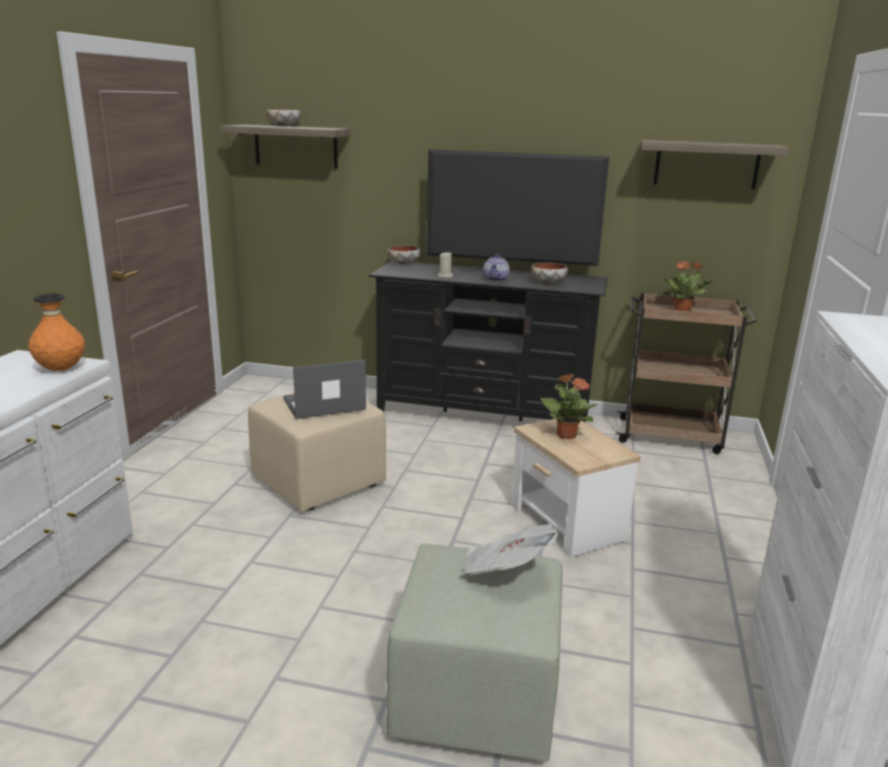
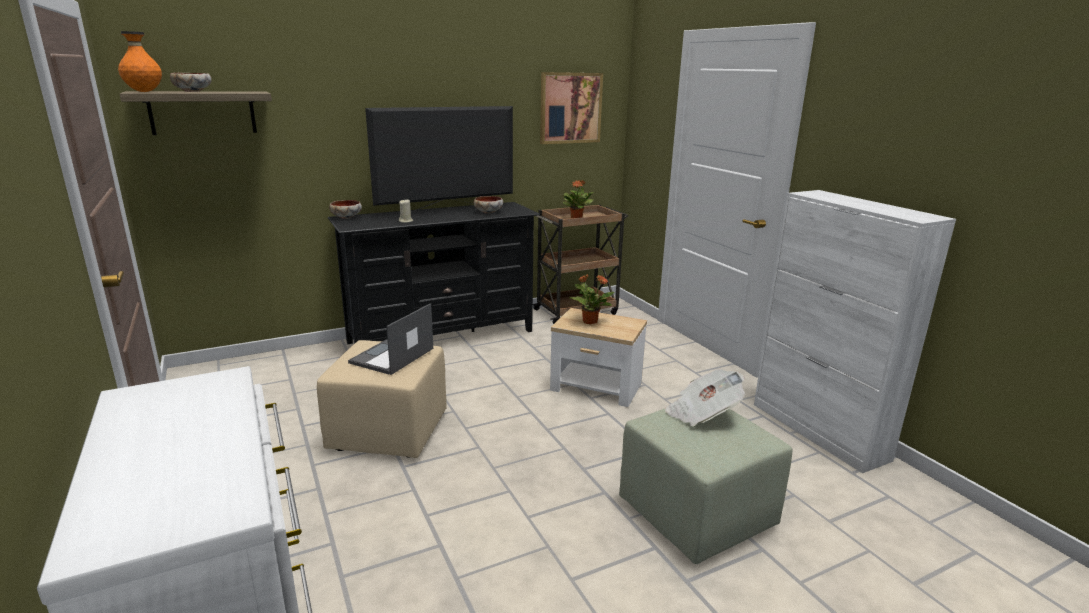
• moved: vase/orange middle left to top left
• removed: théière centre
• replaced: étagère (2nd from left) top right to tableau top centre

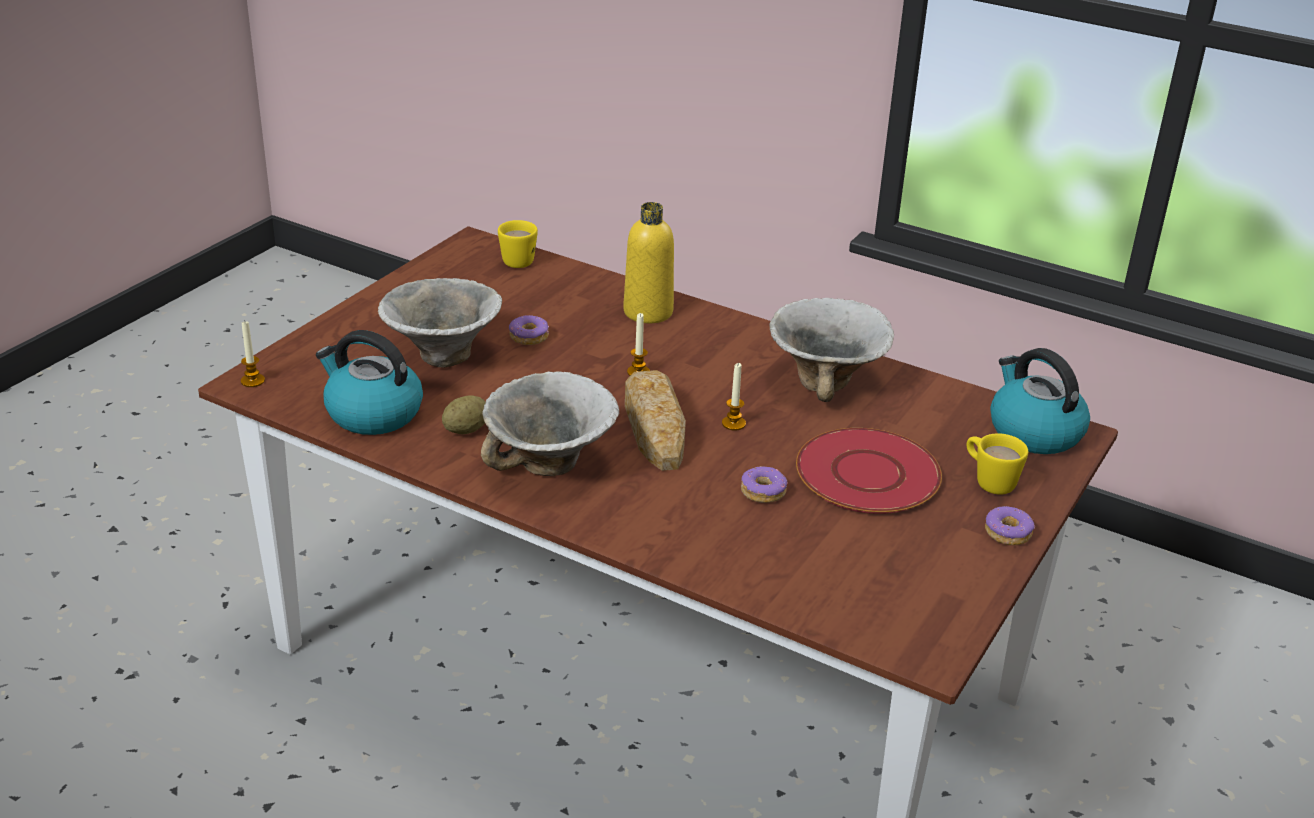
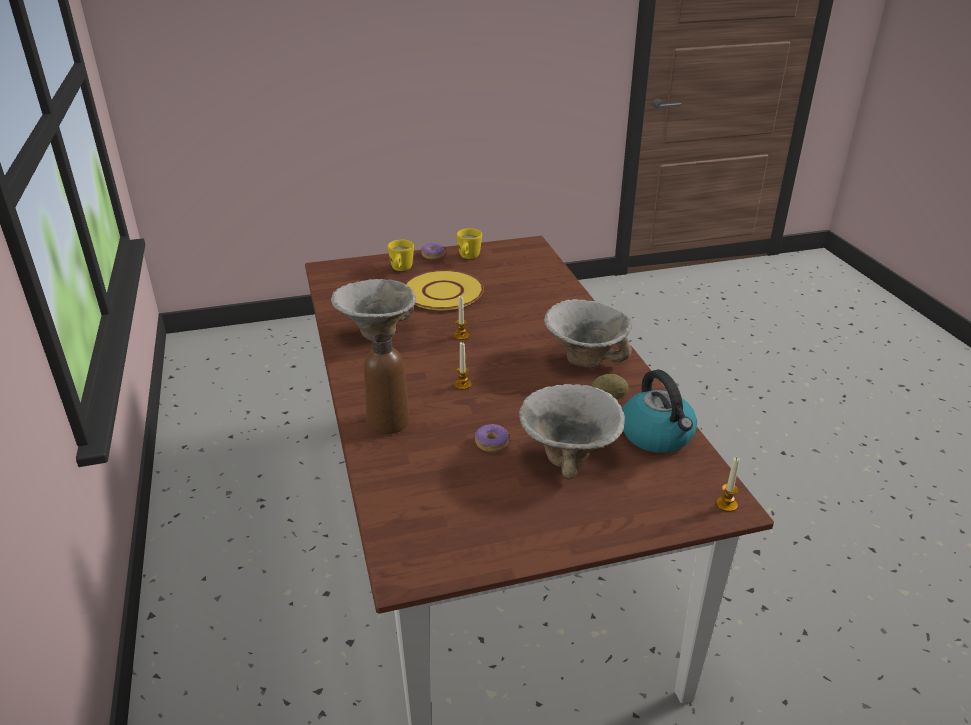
• moved: mug/jaune (1st from left in the first image) top centre to mug/jaune (2nd from left) centre
• recoloured: bouteille/jaune top centre to bouteille/marron centre
• removed: pain centre
• removed: beignet (2nd from left) centre
• recoloured: assiette/rouge centre to assiette/jaune centre
• removed: bouilloire (2nd from left) middle right

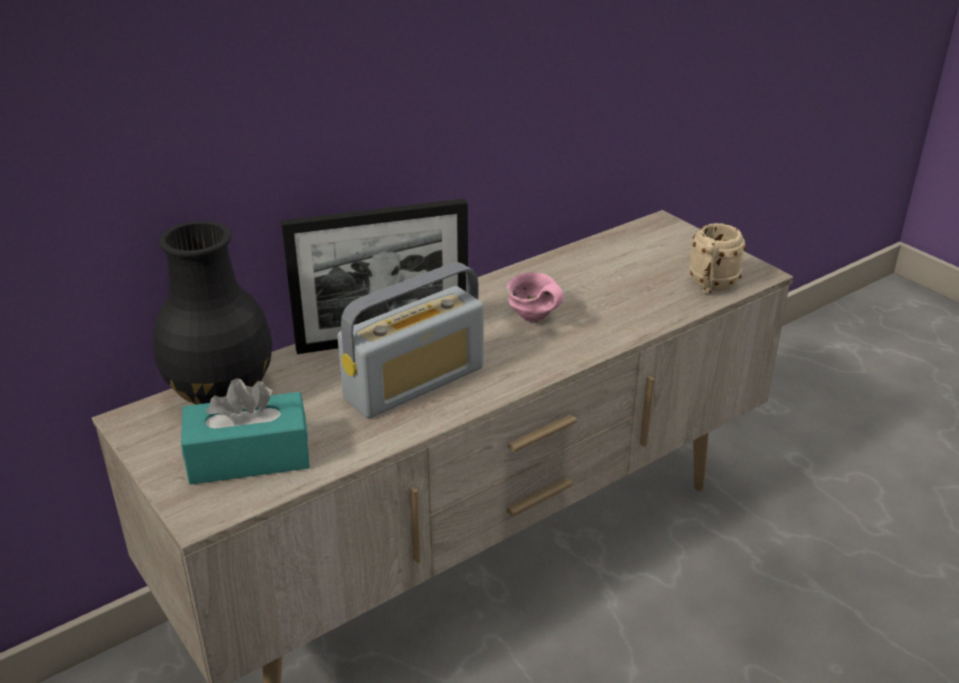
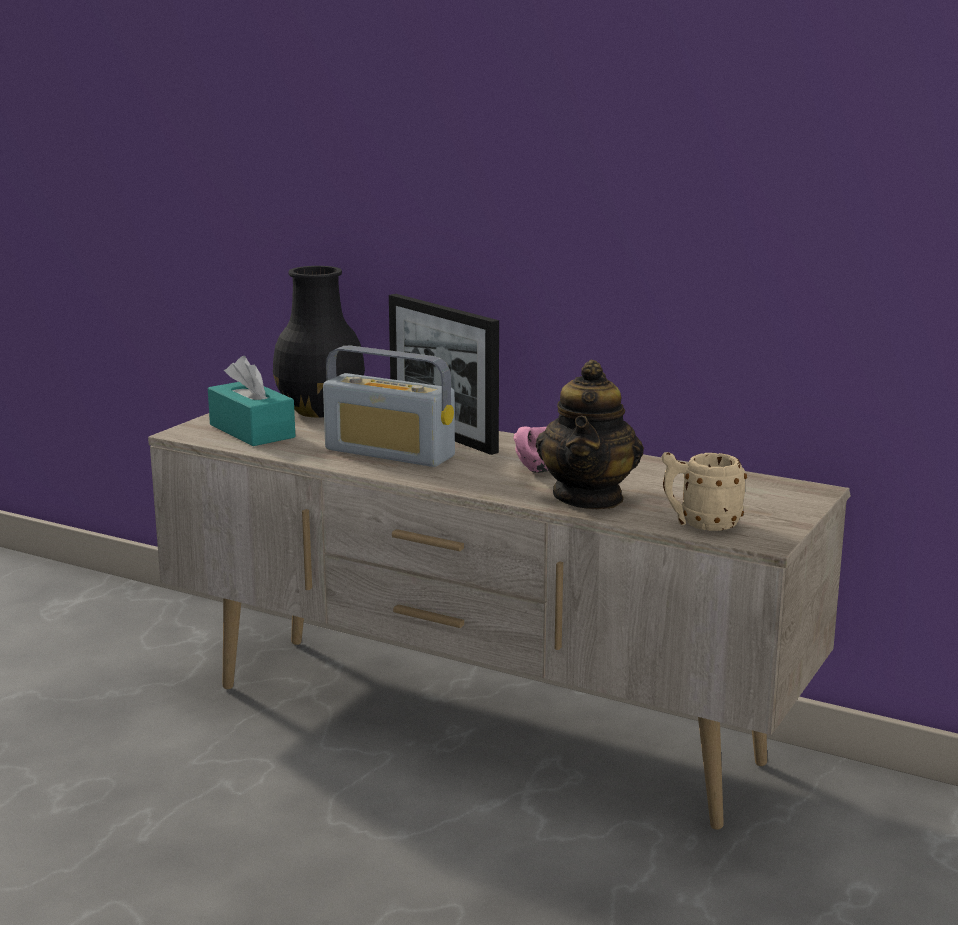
• added: théière centre

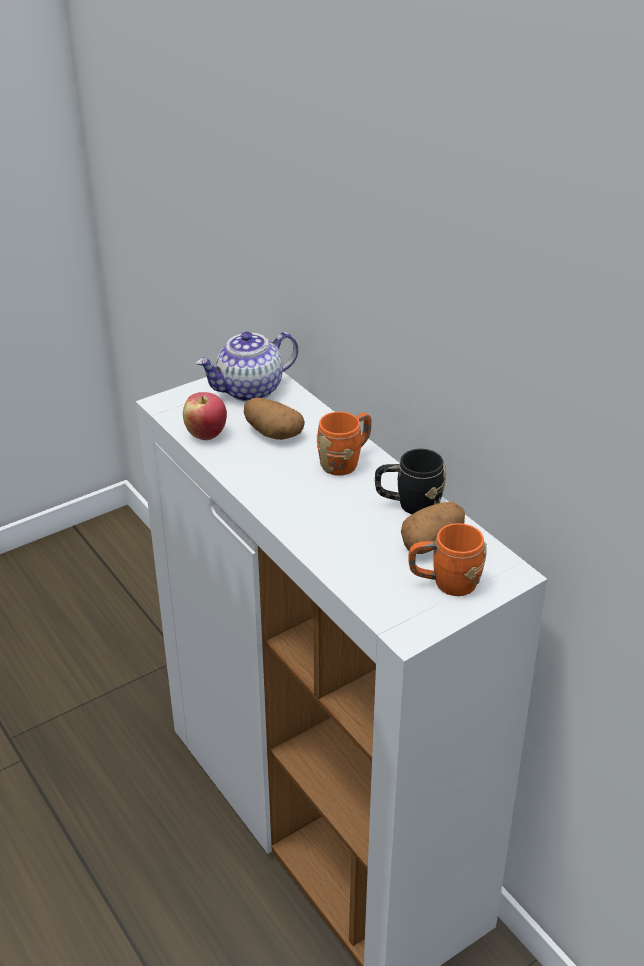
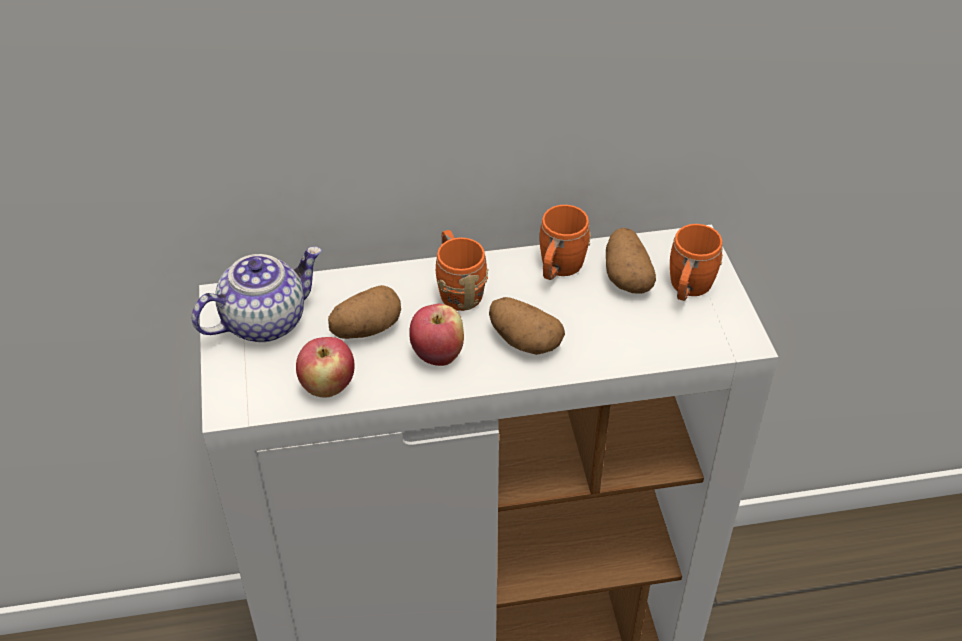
• turned: théière centre = middle left 120 degrees counterclockwise
• recoloured: mug/noir centre to mug/orange (2nd from left) centre
• added: pomme (2nd from left) centre
• added: pomme de terre (2nd from left) centre

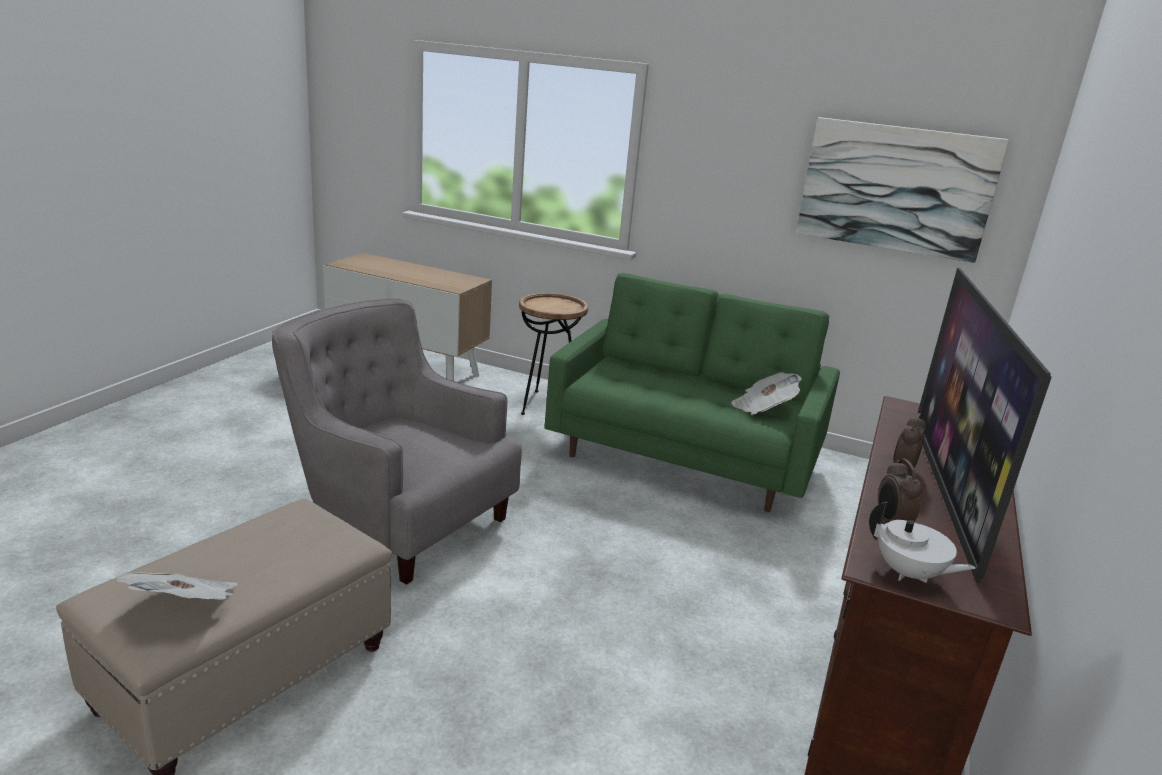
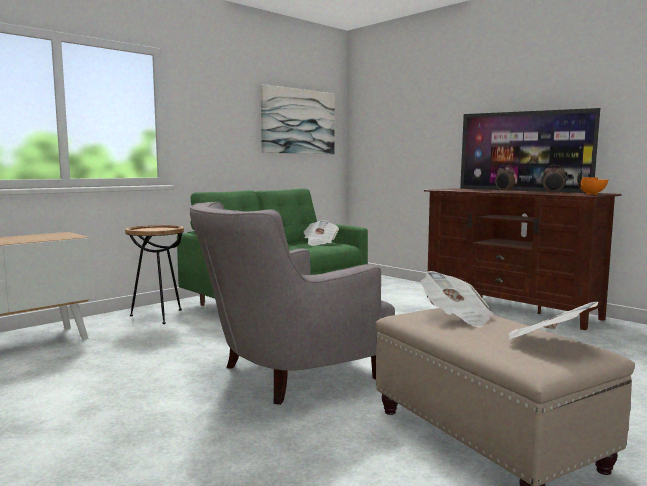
• recoloured: théière/blanc bottom right to théière/orange middle right
• added: journal (2nd from left) middle right

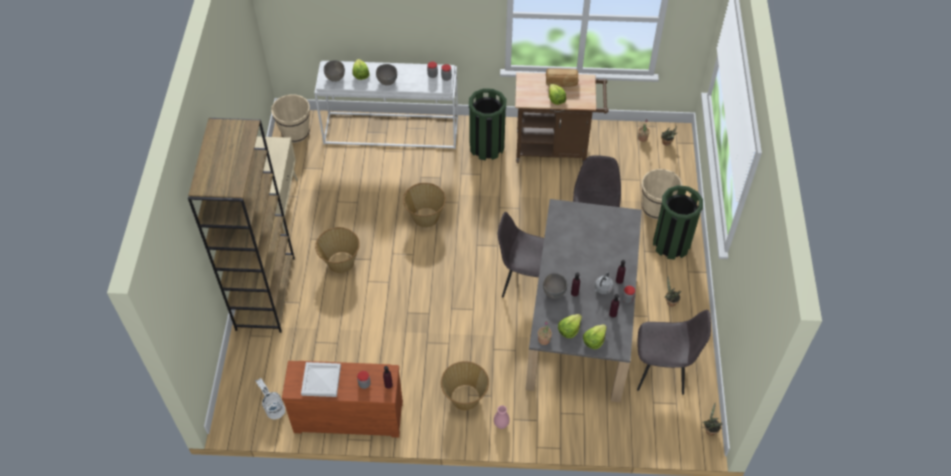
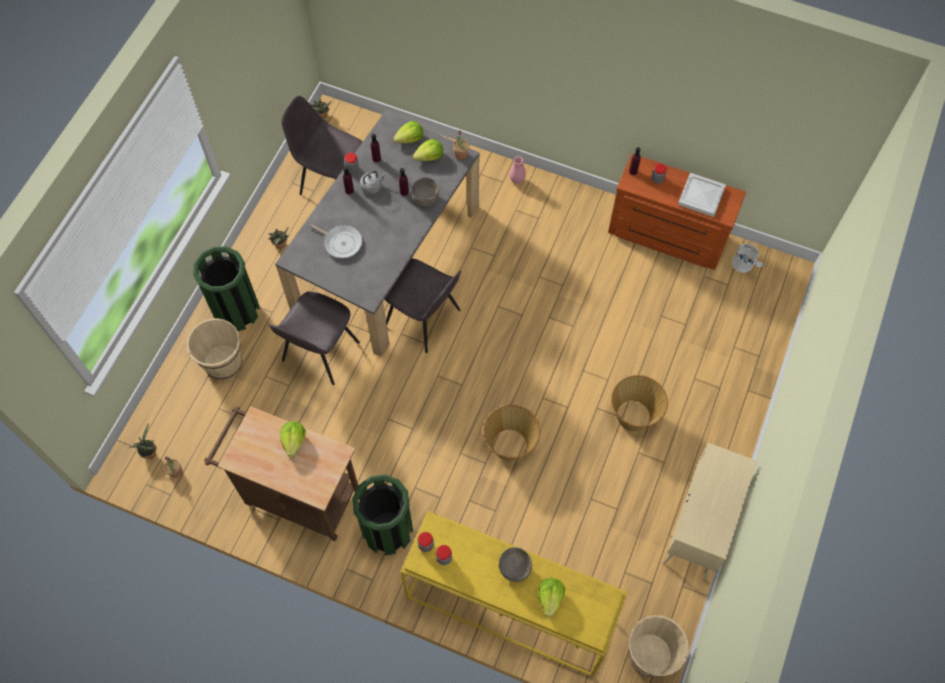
• removed: bibliothèque/marron middle left
• recoloured: table console/blanc top centre to table console/jaune bottom centre
• removed: bol/gris (1st from left) top centre
• removed: panier (3rd from left) bottom centre
• removed: pain top centre
• added: poêle centre

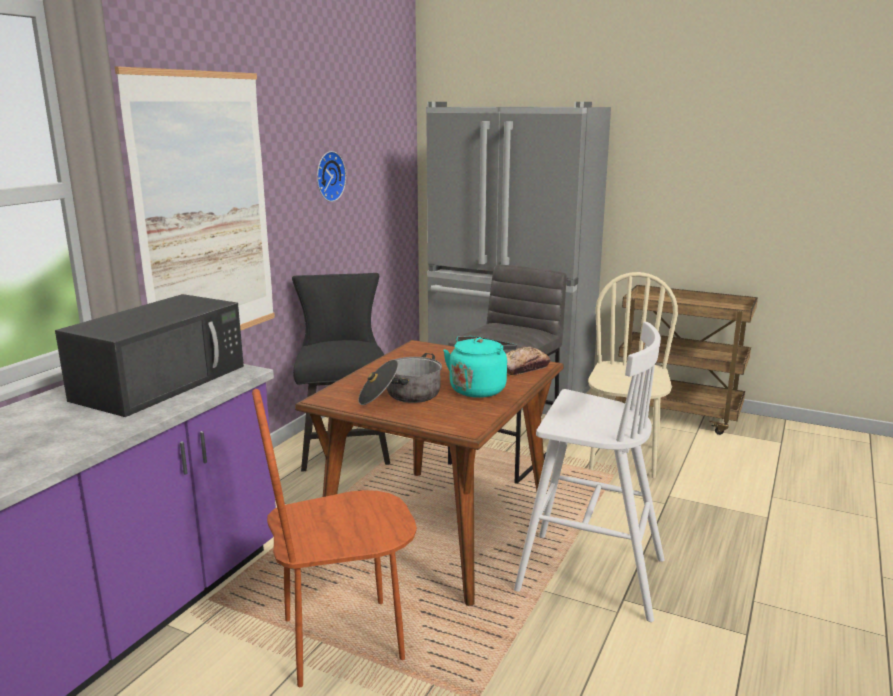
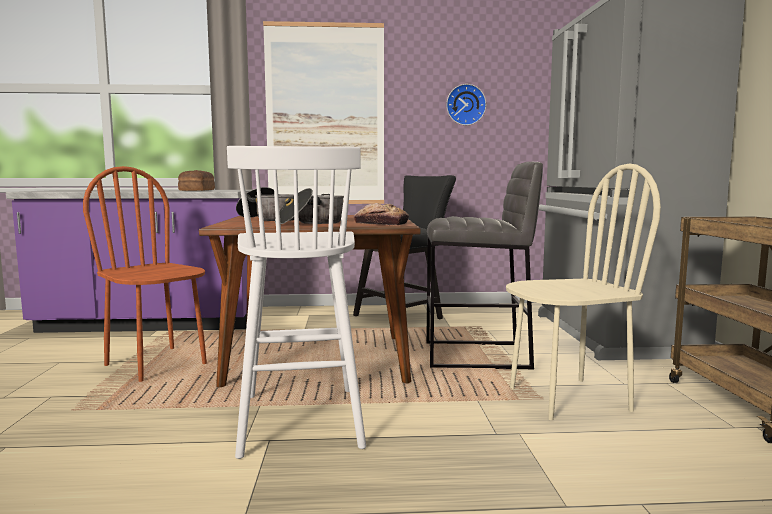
• replaced: micro-ondes/noir middle left to pain (1st from left) middle left
• replaced: bouilloire/turquoise centre to marmite (2nd from left) centre

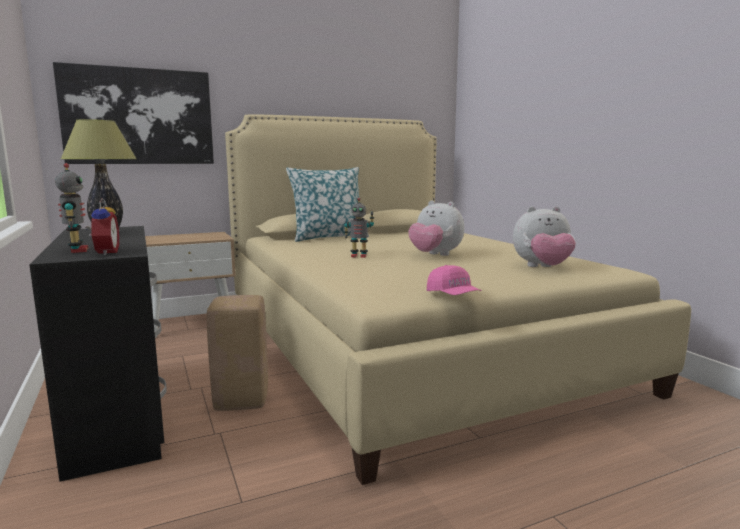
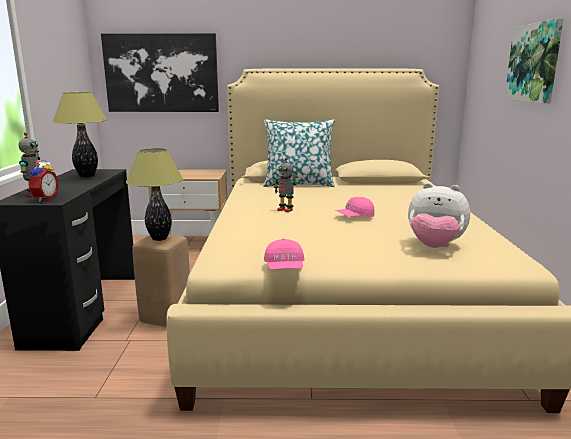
• replaced: peluche (1st from left) centre to casquette/rose (2nd from left) centre
• added: lampe de table (2nd from left) middle left
• added: tableau (2nd from left) top right

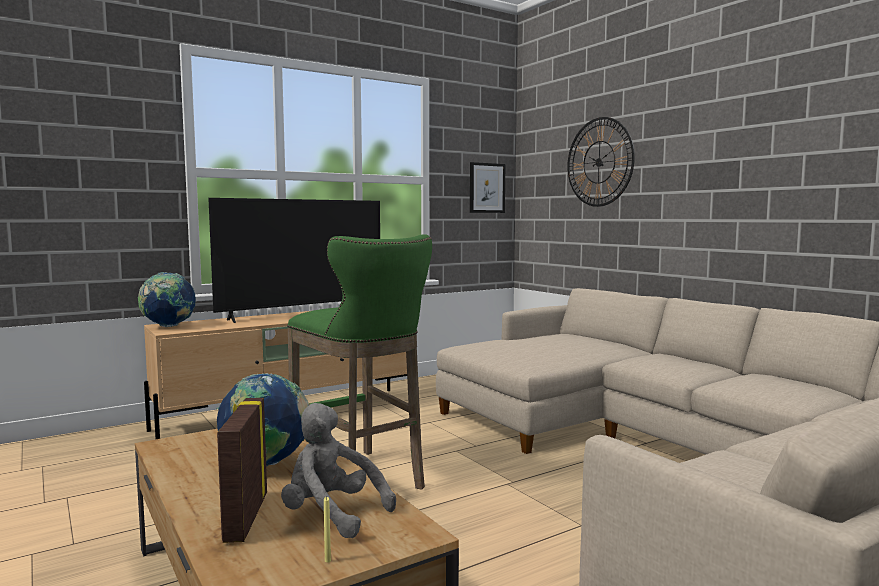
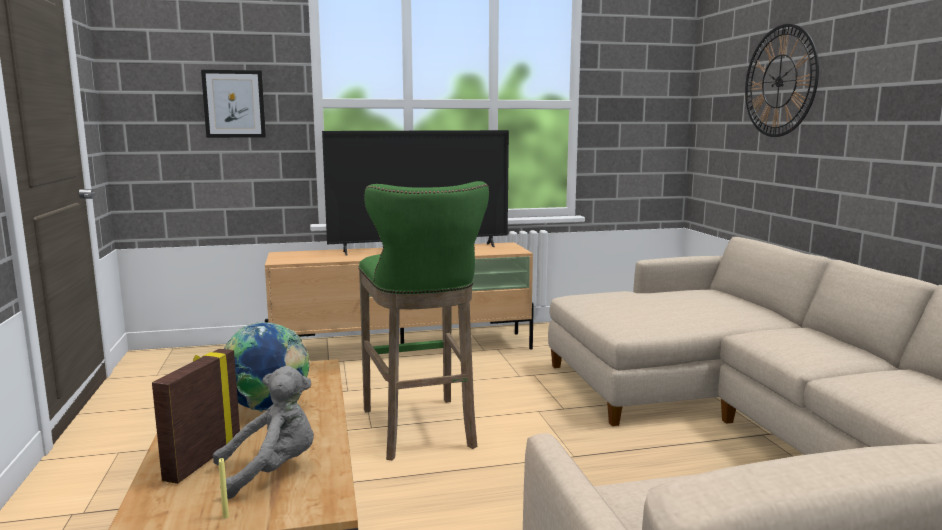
• removed: globe (1st from left) middle left
• turned: peluche/gris bottom centre = bottom left 105 degrees clockwise
• moved: tableau top centre to top left

